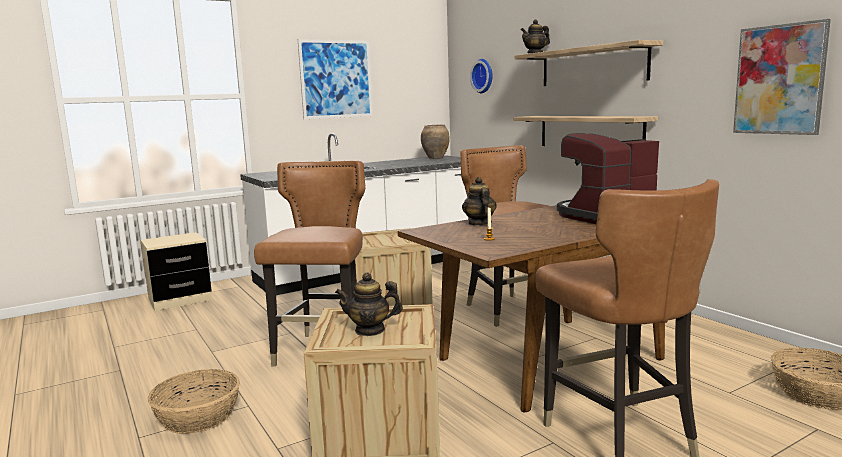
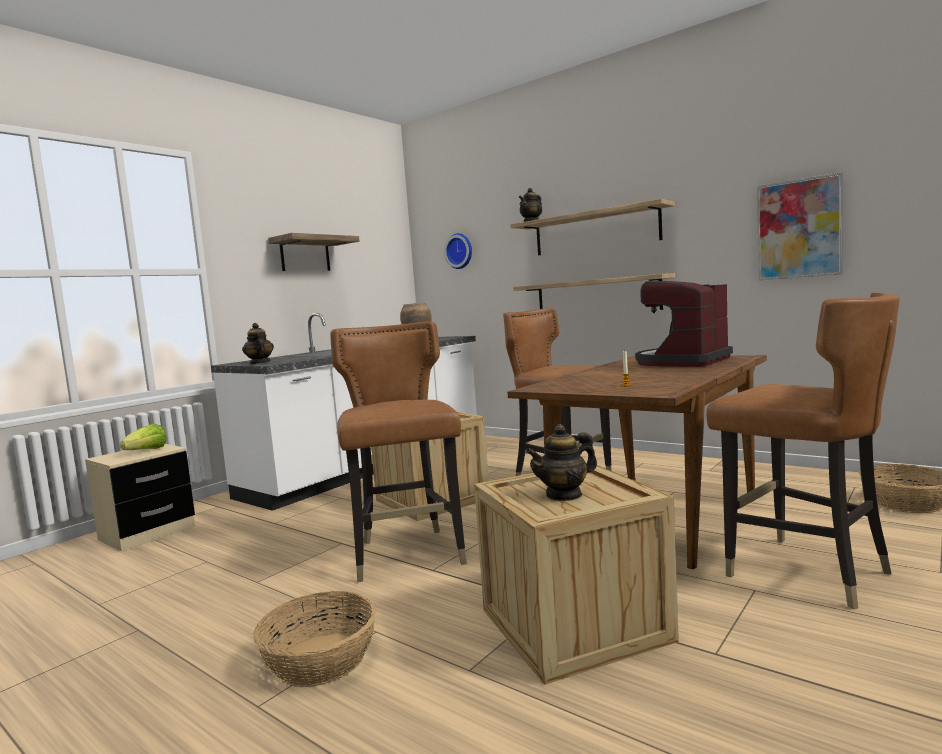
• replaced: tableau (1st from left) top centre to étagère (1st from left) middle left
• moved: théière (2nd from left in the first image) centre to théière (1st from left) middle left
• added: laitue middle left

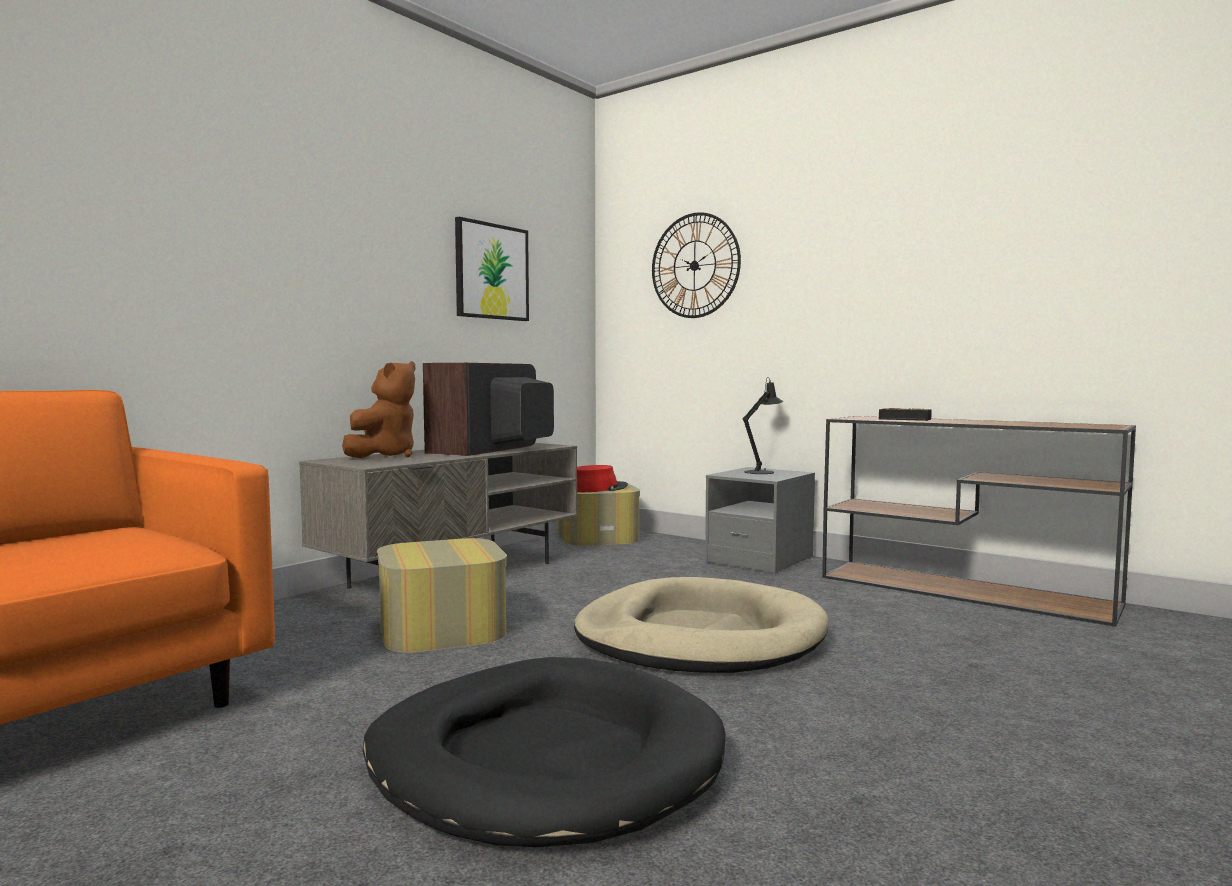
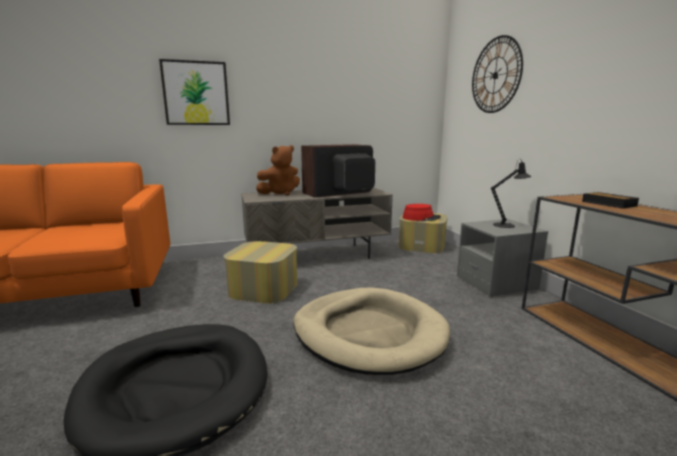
• moved: tableau top centre to top left

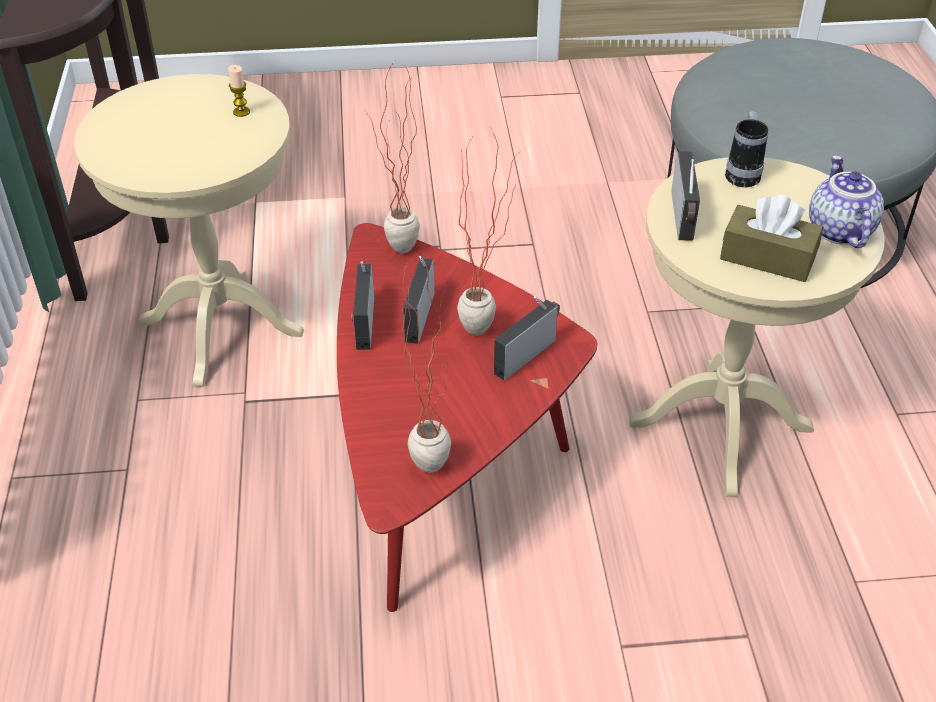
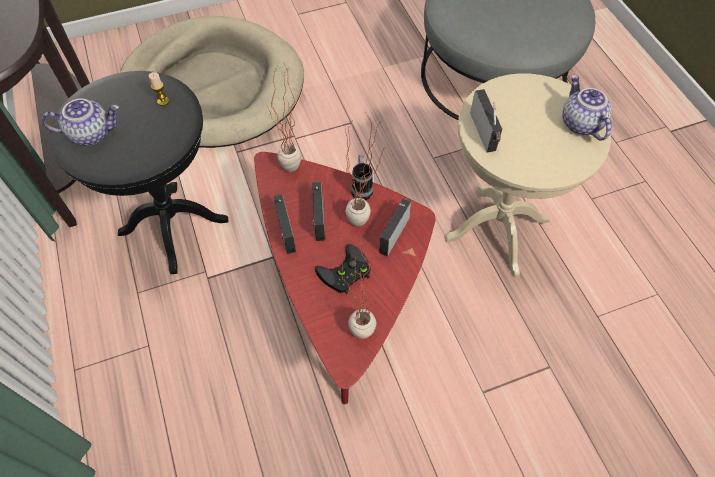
• recoloured: table d'appoint/beige (1st from left) top left to table d'appoint/noir middle left
• removed: boîte à mouchoirs/marron middle right
• moved: mug top right to centre
• added: théière (1st from left) top left
• added: panier pour chien/beige top left
• added: manette/noir centre

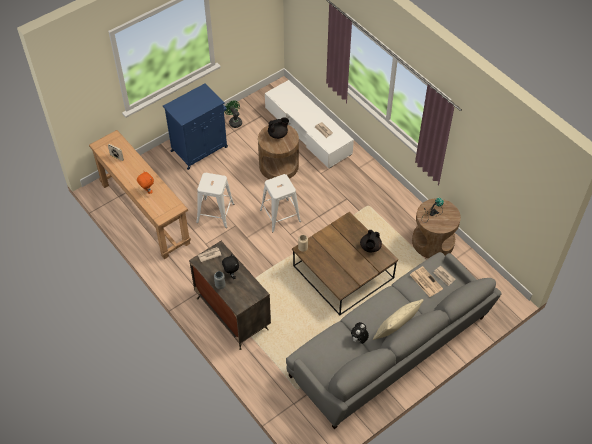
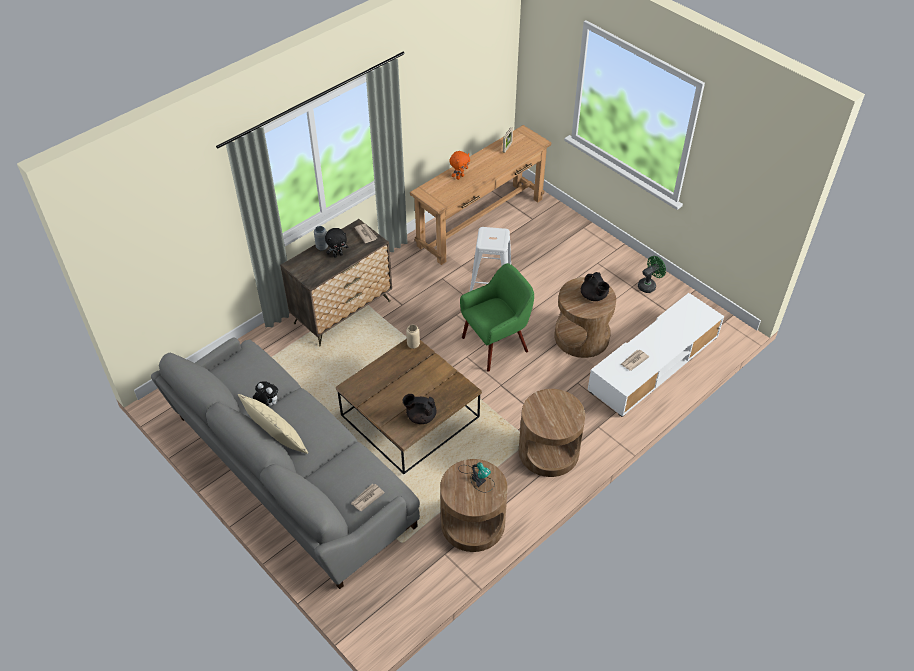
• removed: meuble de rangement/bleu top left
• replaced: tabouret/blanc (2nd from left) centre to fauteuil/vert centre
• removed: journal (3rd from left) middle right
• added: table d'appoint/marron (2nd from left) centre

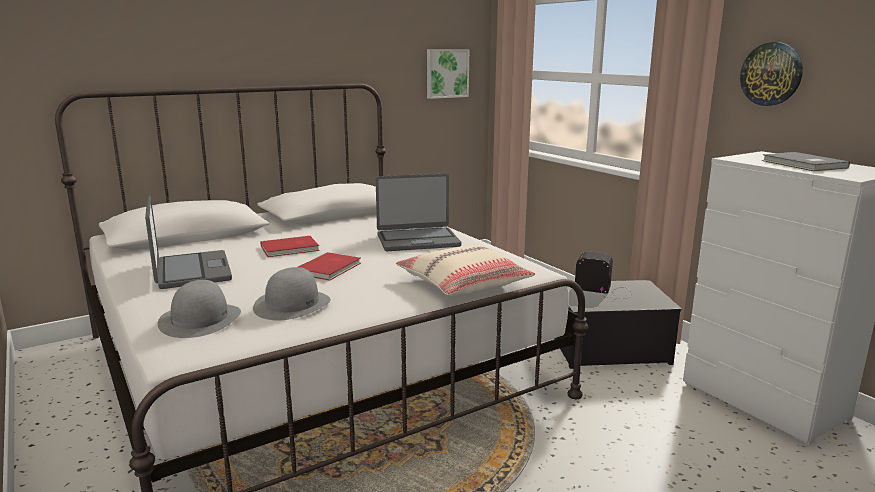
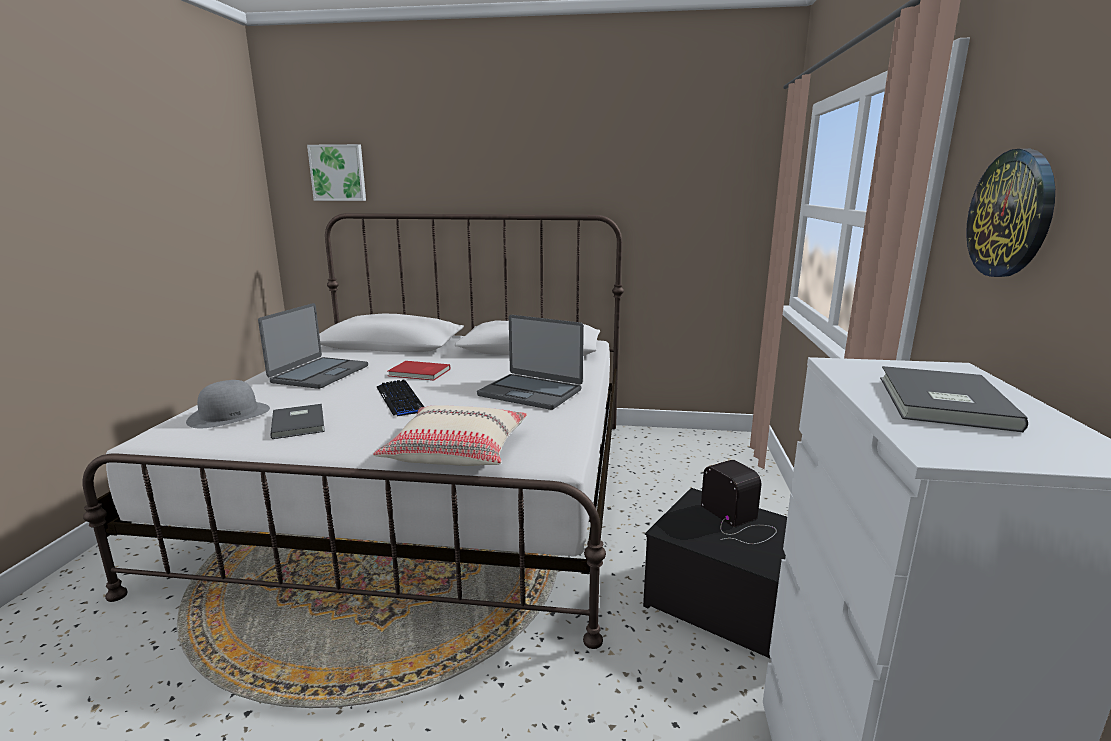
• replaced: chapeau/gris (2nd from left) centre to livre/gris (1st from left) middle left
• replaced: livre/rouge (2nd from left) centre to clavier centre
• moved: tableau top centre to top left

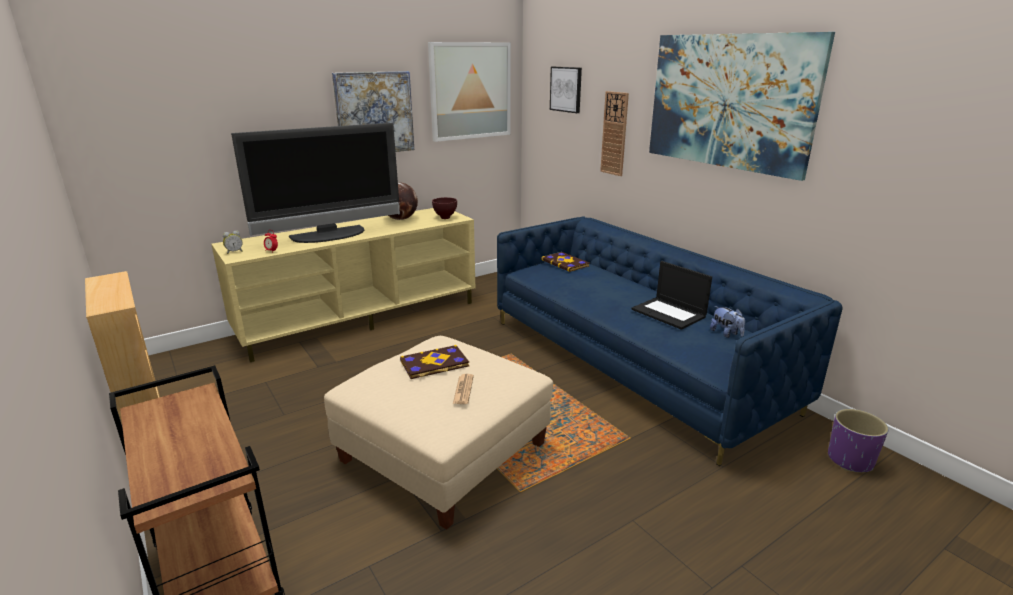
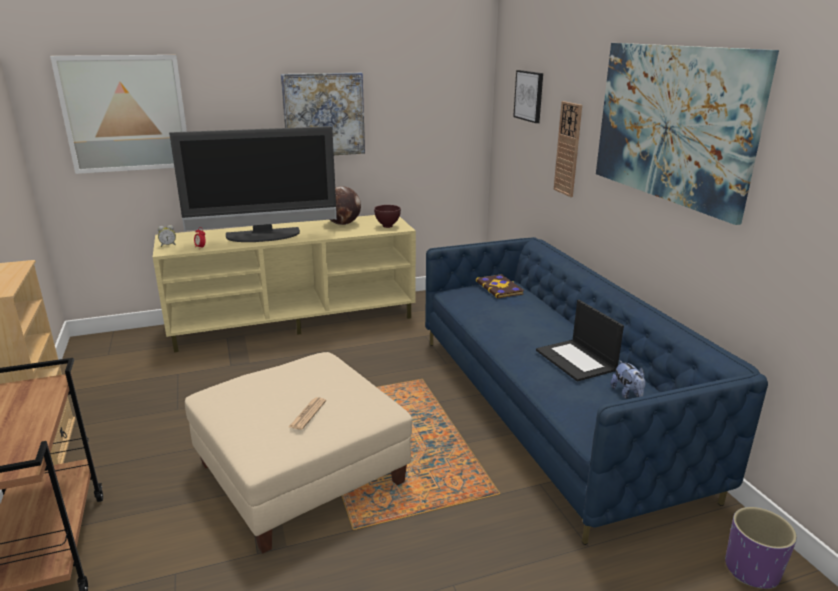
• removed: livre (1st from left) centre
• moved: tableau (2nd from left in the first image) top centre to tableau (1st from left) top left

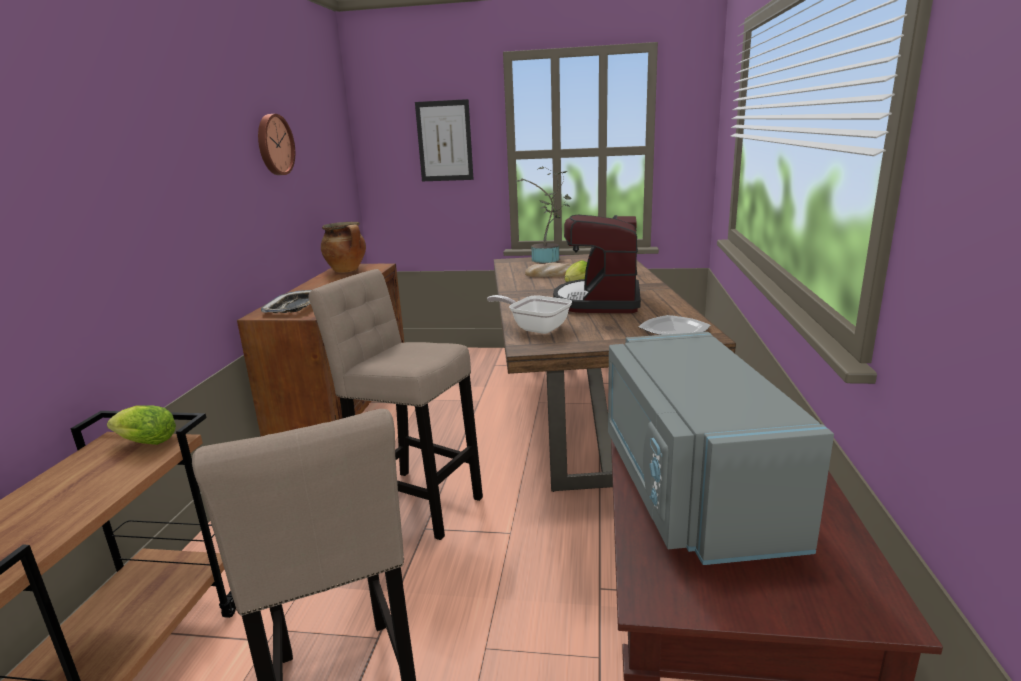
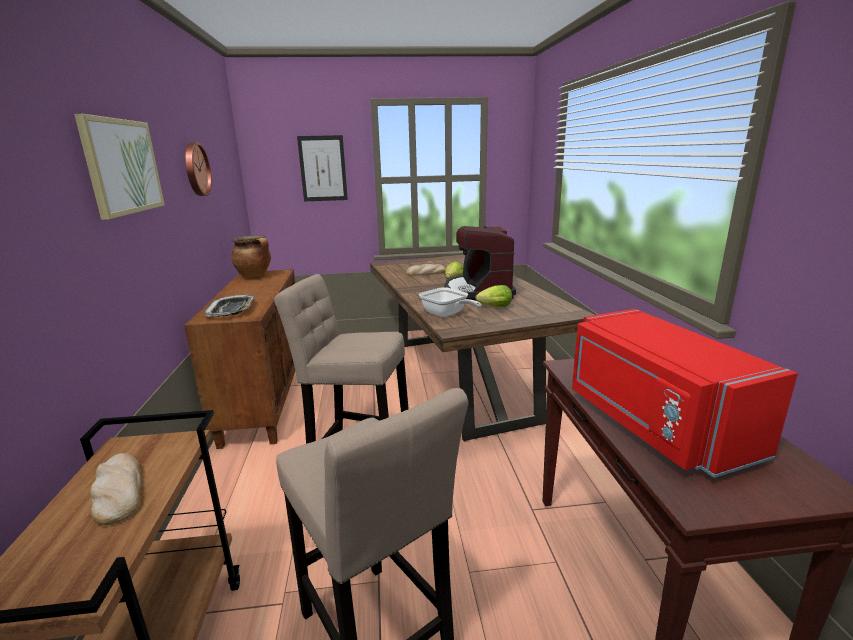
• moved: laitue (1st from left in the first image) middle left to laitue (2nd from left) centre
• turned: poêle centre = centre 150 degrees counterclockwise
• removed: plante en pot top centre
• recoloured: micro-ondes/gris middle right to micro-ondes/rouge middle right
• removed: assiette centre
• added: tableau (1st from left) top left
• added: pain (1st from left) bottom left

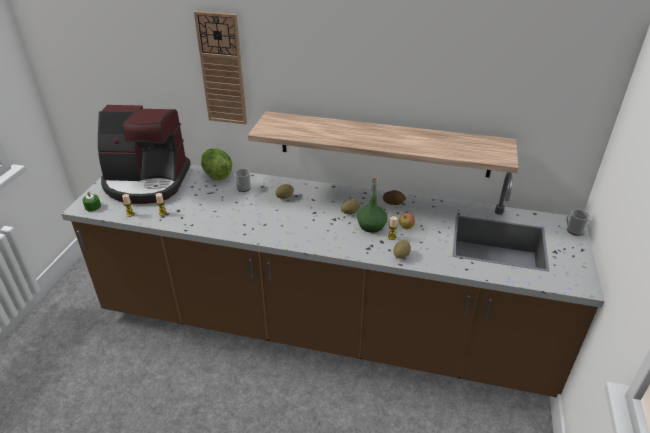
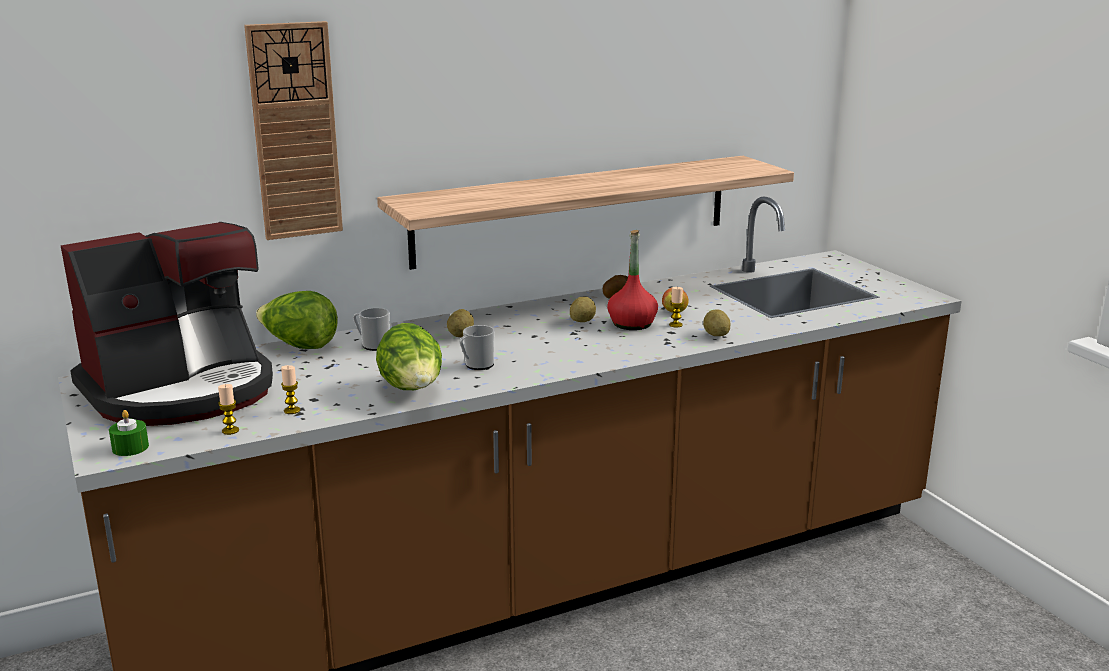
• recoloured: bouteille/vert centre to bouteille/rouge centre
• moved: mug (2nd from left) middle right to centre
• added: laitue (2nd from left) centre

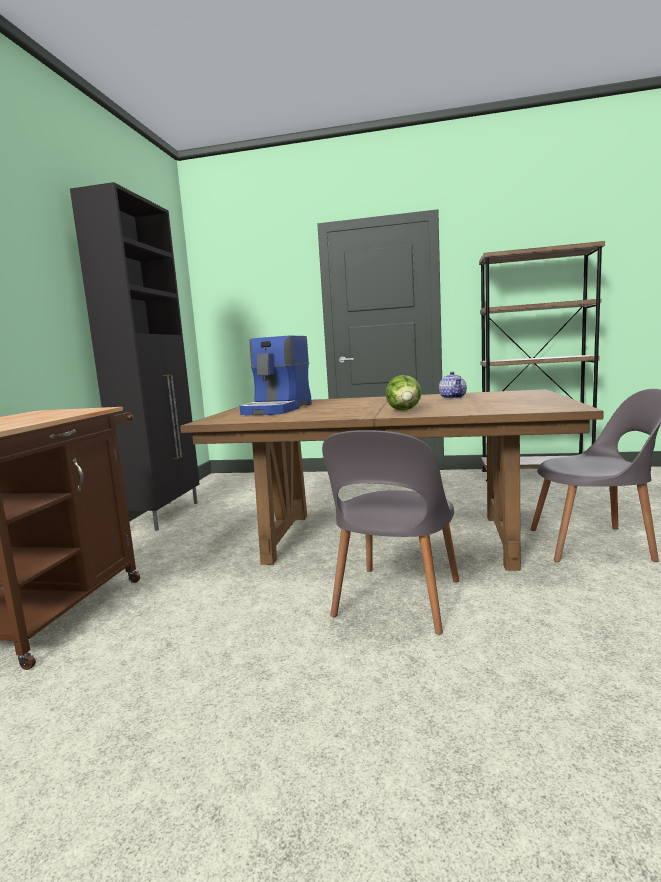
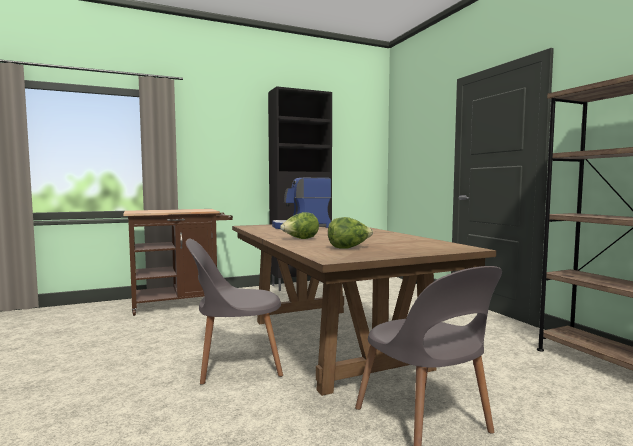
• removed: théière middle right
• added: laitue (2nd from left) centre

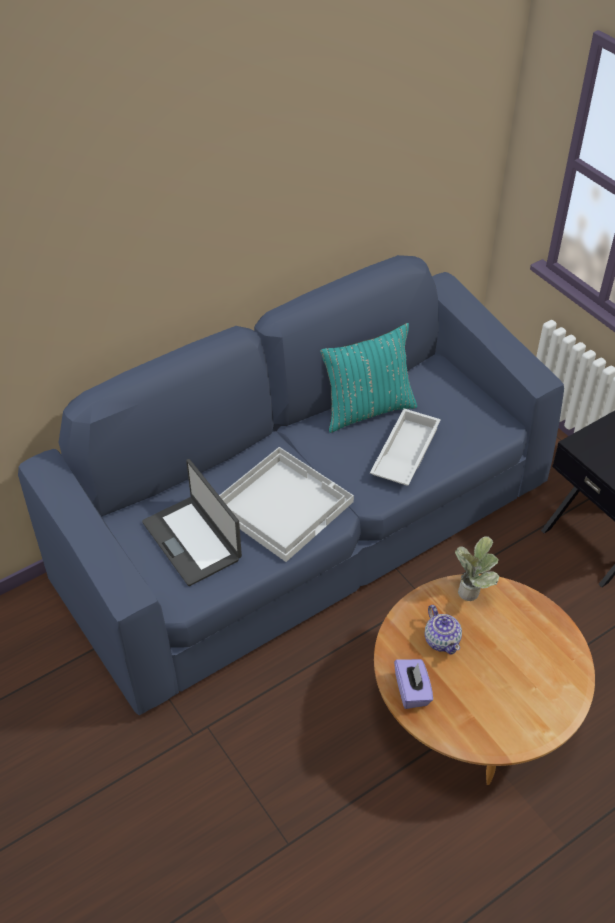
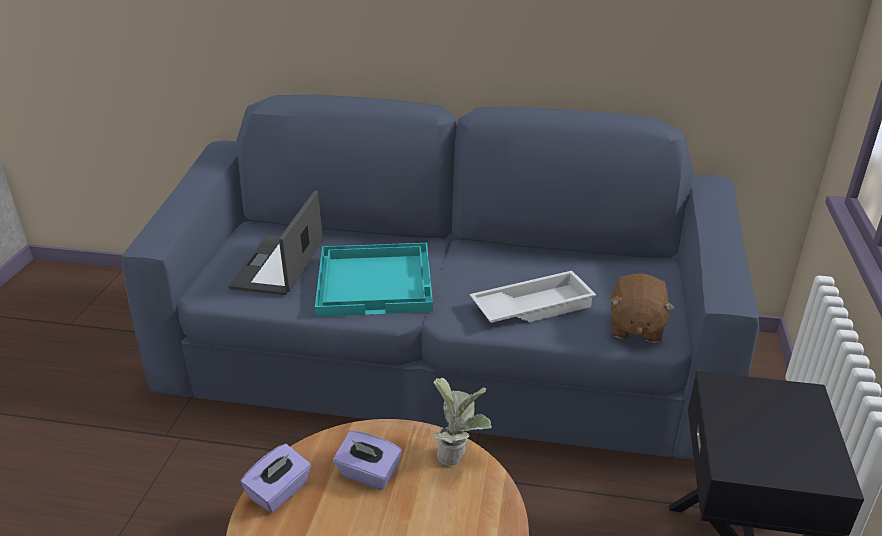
• recoloured: plateau/blanc (1st from left) centre to plateau/turquoise centre
• removed: coussin/turquoise centre
• replaced: théière bottom right to boîte à mouchoirs/violet (2nd from left) bottom centre
• added: peluche/marron middle right

